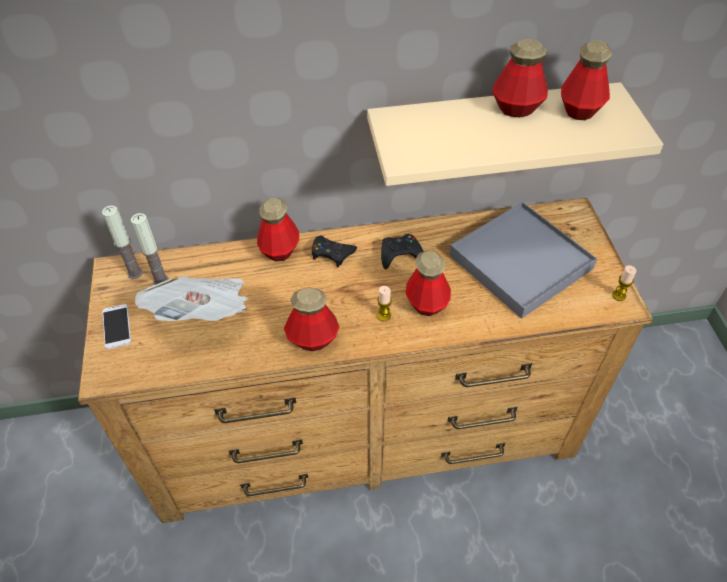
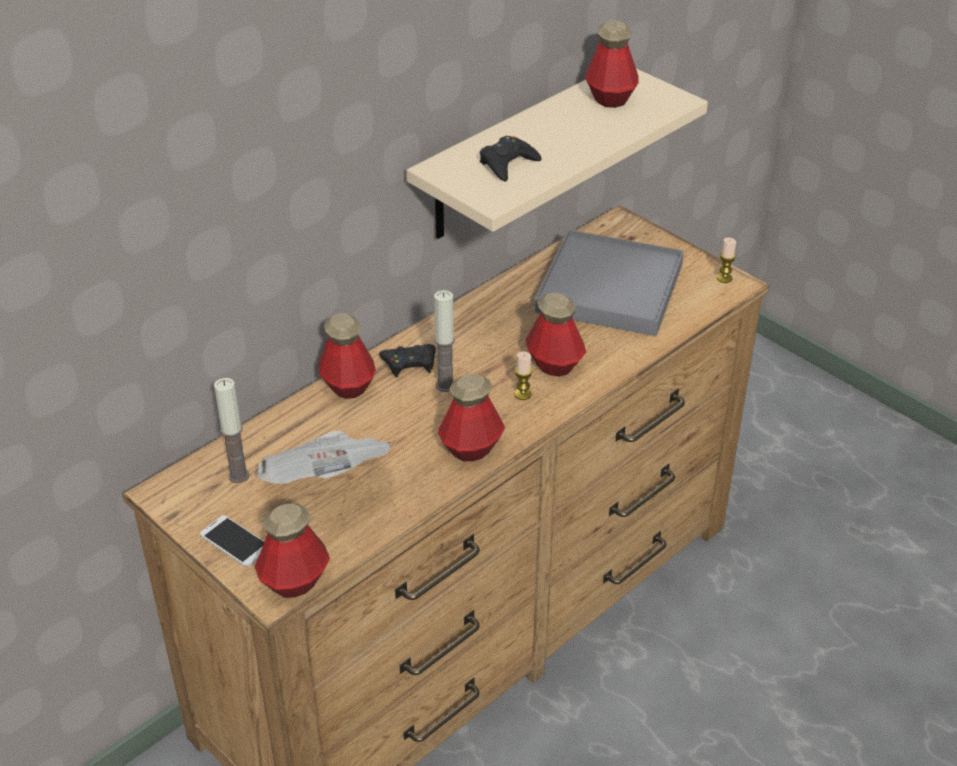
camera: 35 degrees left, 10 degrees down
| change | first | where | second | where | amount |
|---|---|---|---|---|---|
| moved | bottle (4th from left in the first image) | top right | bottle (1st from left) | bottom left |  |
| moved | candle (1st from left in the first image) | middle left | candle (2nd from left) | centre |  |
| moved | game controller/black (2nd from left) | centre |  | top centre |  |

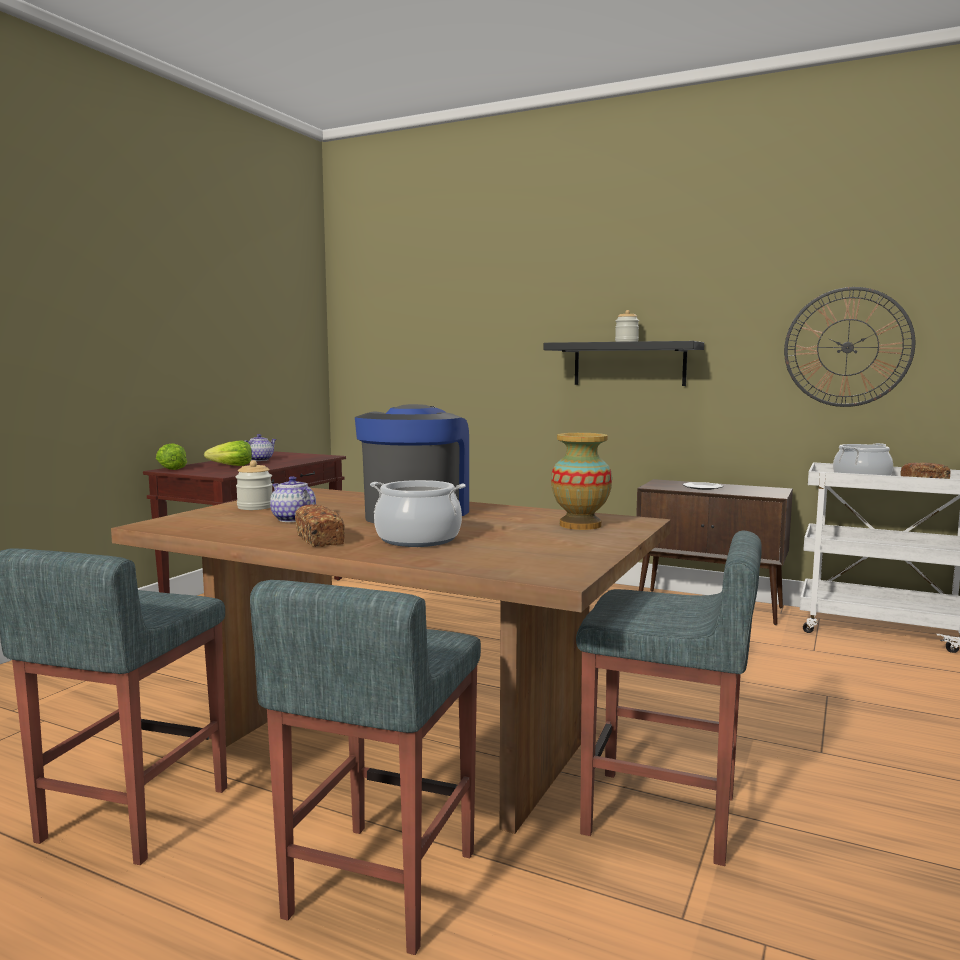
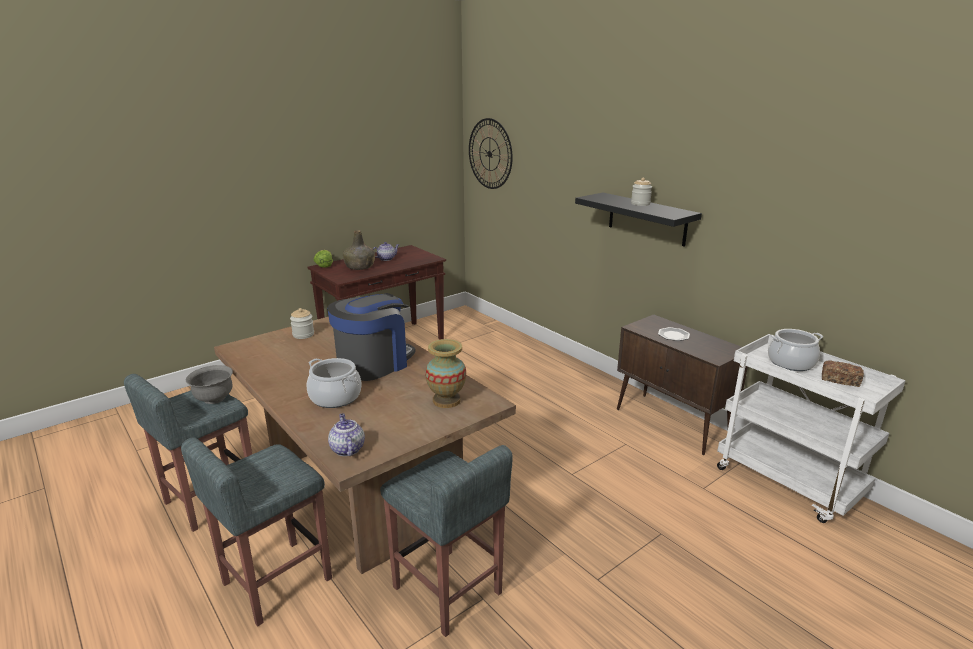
camera: 25 degrees right, 15 degrees up
| change | first | where | second | where | amount |
|---|---|---|---|---|---|
| added |  |  | bowl/grey | middle left |  |
| moved | teapot (2nd from left in the first image) | middle left | teapot (1st from left) | bottom centre |  |
| replaced | lettuce (2nd from left) | middle left | bottle/green | centre |  |
| moved | wall clock | middle right |  | top centre |  |
| removed | bread (1st from left) | centre |  |  |  |

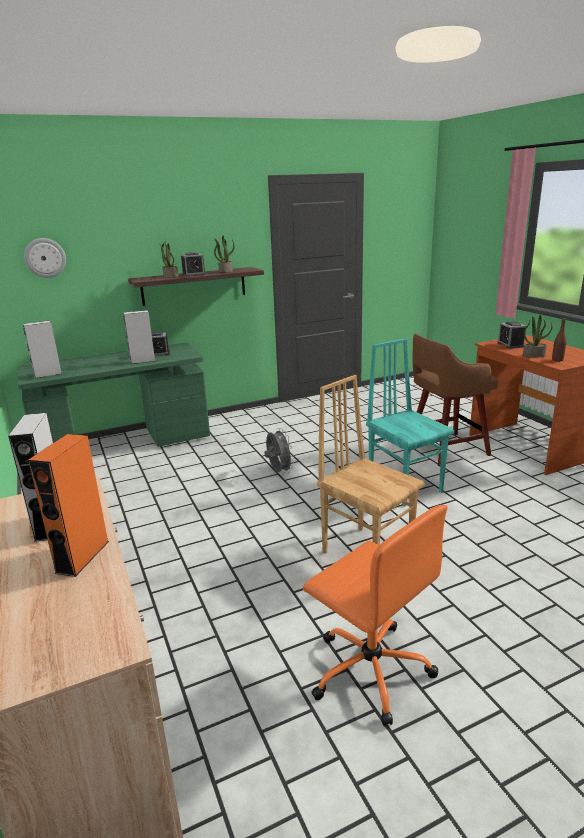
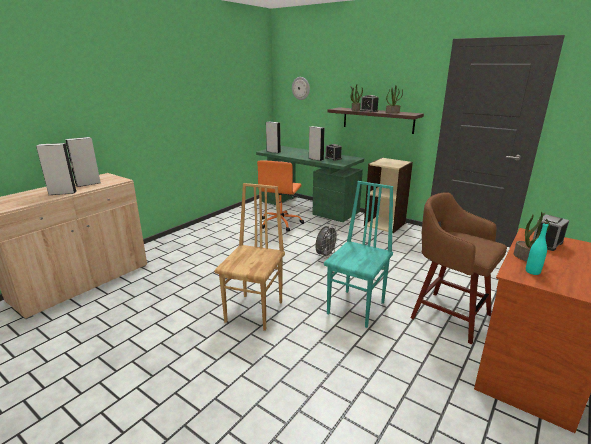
camera: 60 degrees right, 0 degrees up
| change | first | where | second | where | amount |
|---|---|---|---|---|---|
| recoloured | speaker/orange | middle left | speaker/grey (1st from left) | middle left |  |
| moved | office chair/orange | bottom centre |  | centre |  |
| added |  |  | bookcase/beige | centre |  |
| recoloured | bottle/brown | middle right | bottle/turquoise | middle right |  |

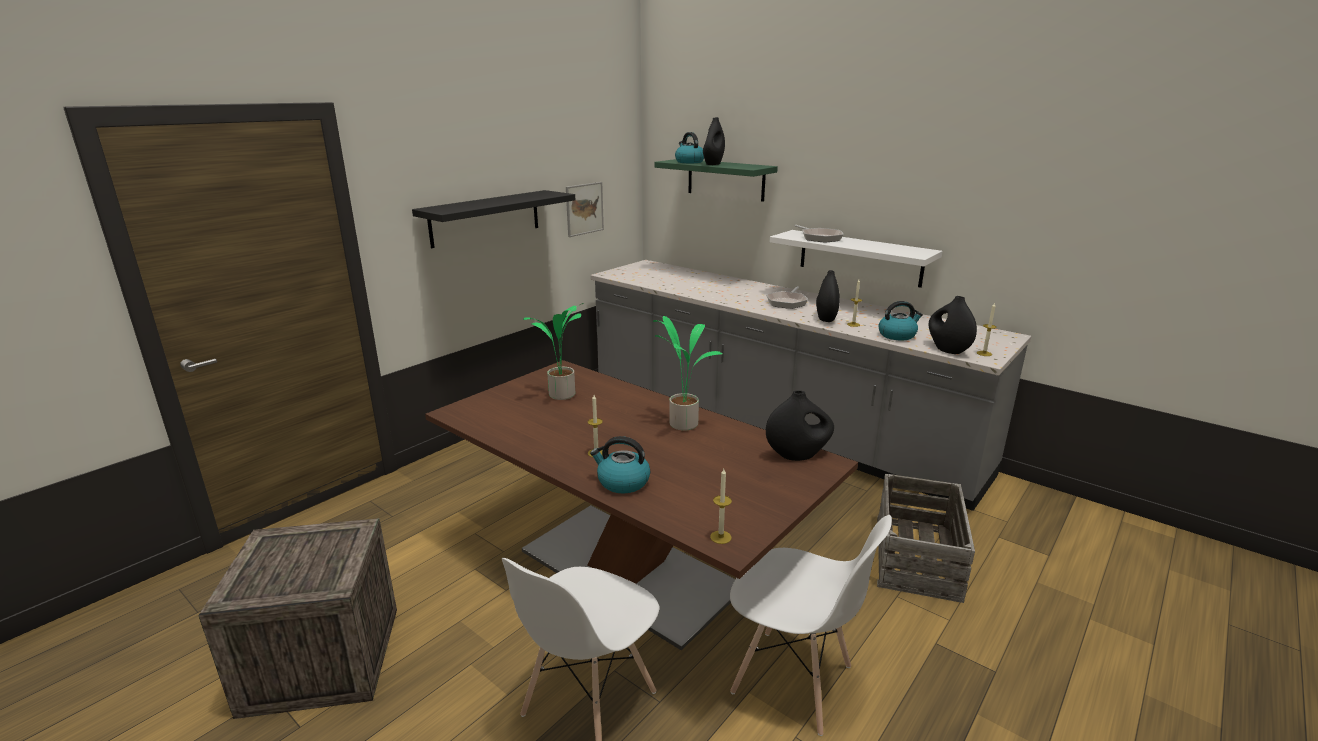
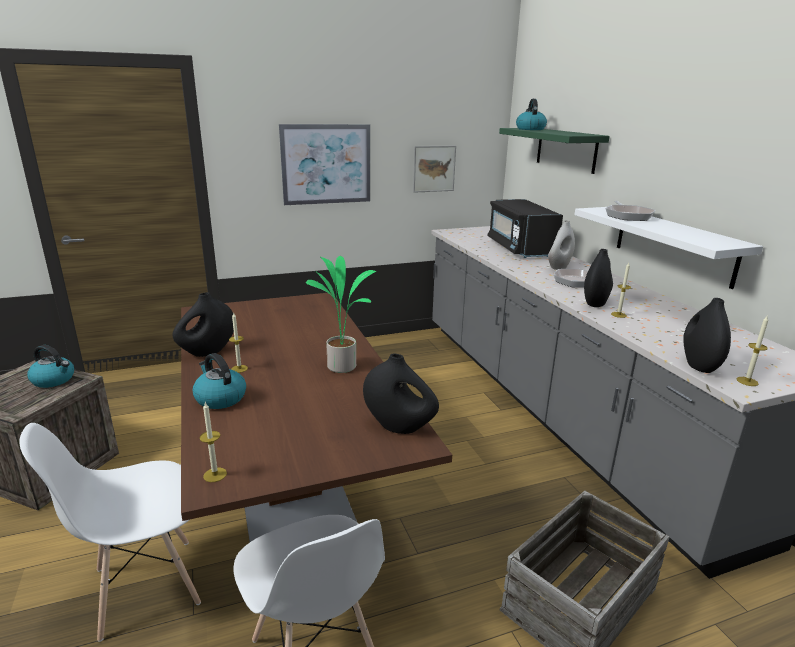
camera: 30 degrees right, 0 degrees up
| change | first | where | second | where | amount |
|---|---|---|---|---|---|
| moved | kettle (3rd from left in the first image) | middle right | kettle (1st from left) | middle left |  |
| moved | vase/black (1st from left) | top centre |  | middle left |  |
| replaced | shelf/black | top centre | picture (1st from left) | top centre |  |
| added |  |  | microwave/black | centre |  |
| added |  |  | vase/white | middle right |  |
| removed | potted plant (1st from left) | centre |  |  |  |

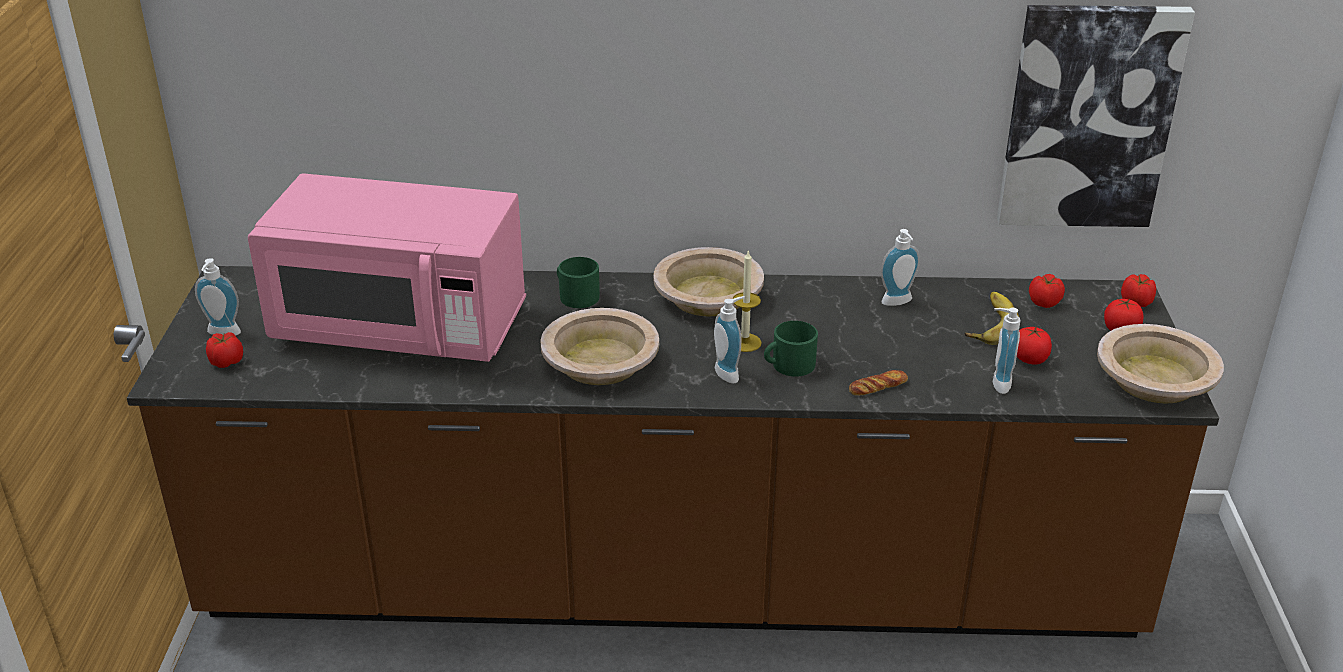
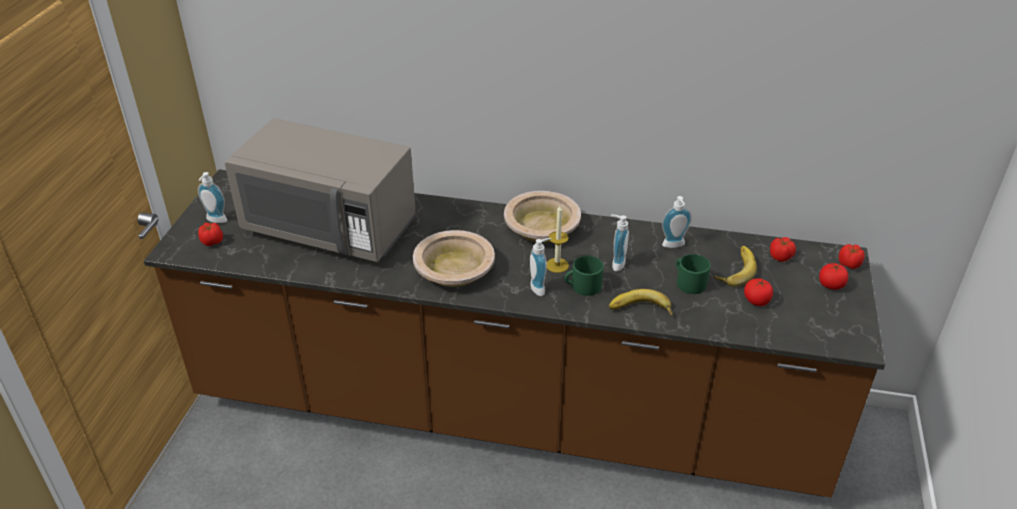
camera: 10 degrees right, 5 degrees up
| change | first | where | second | where | amount |
|---|---|---|---|---|---|
| recoloured | microwave/pink | middle left | microwave/grey | middle left |  |
| replaced | bread | centre | banana (1st from left) | centre |  |
| moved | soap dispenser (4th from left in the first image) | middle right | soap dispenser (3rd from left) | centre |  |
| moved | mug/green (1st from left in the first image) | centre | mug/green (2nd from left) | middle right |  |
| removed | picture | top right |  |  |  |
| removed | bowl/beige (3rd from left) | middle right |  |  |  |

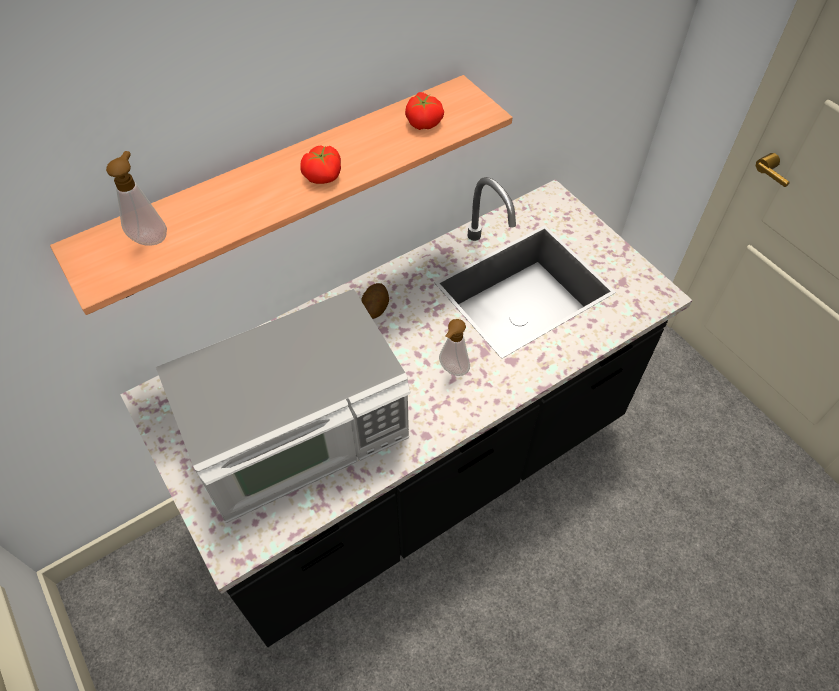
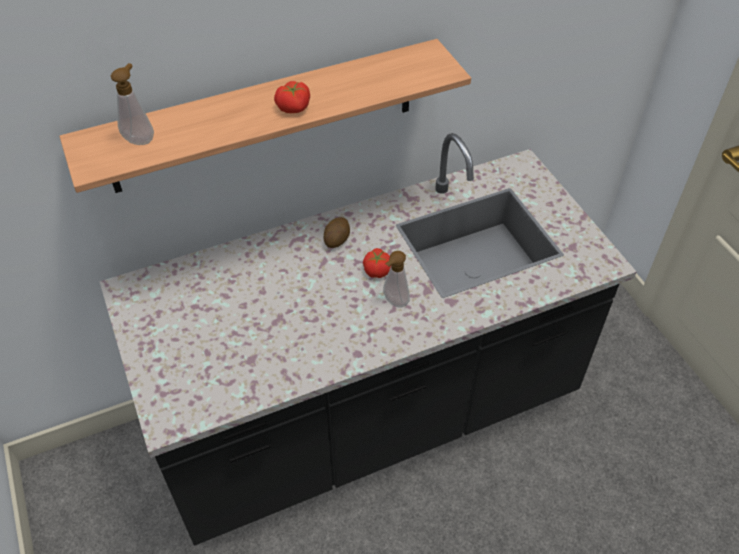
camera: 10 degrees right, 5 degrees down
| change | first | where | second | where | amount |
|---|---|---|---|---|---|
| moved | tomato (2nd from left) | top centre |  | centre |  |
| removed | microwave | centre |  |  |  |

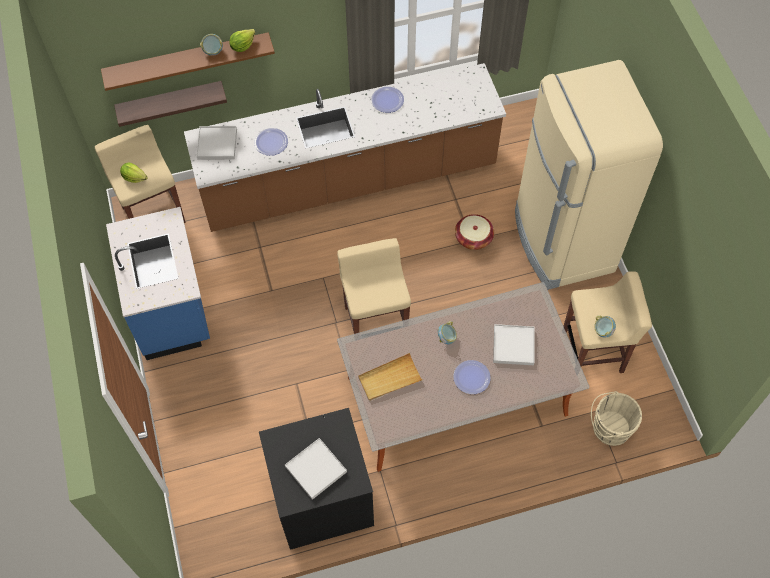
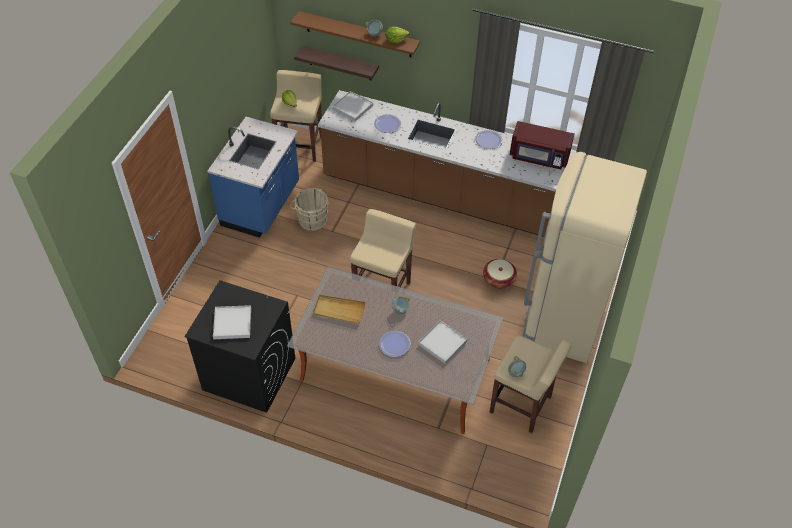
camera: 35 degrees right, 10 degrees down
| change | first | where | second | where | amount |
|---|---|---|---|---|---|
| moved | bucket/beige | bottom right |  | centre |  |
| added |  |  | microwave/red | top right |  |

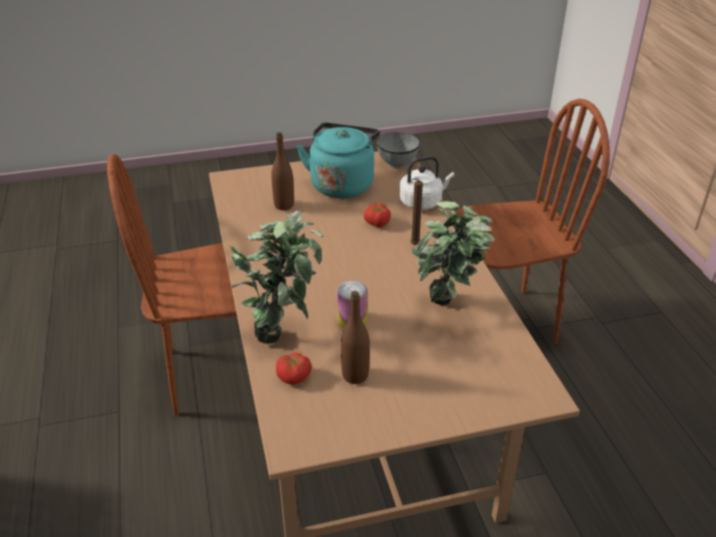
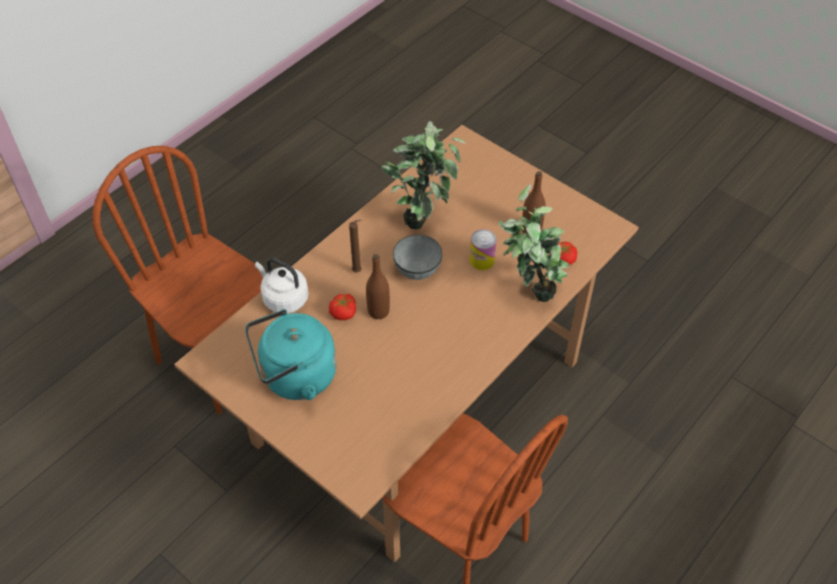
camera: 125 degrees left, 15 degrees up
| change | first | where | second | where | amount |
|---|---|---|---|---|---|
| moved | bottle/brown (1st from left) | top centre |  | centre |  |
| moved | bowl/grey | top centre |  | centre |  |

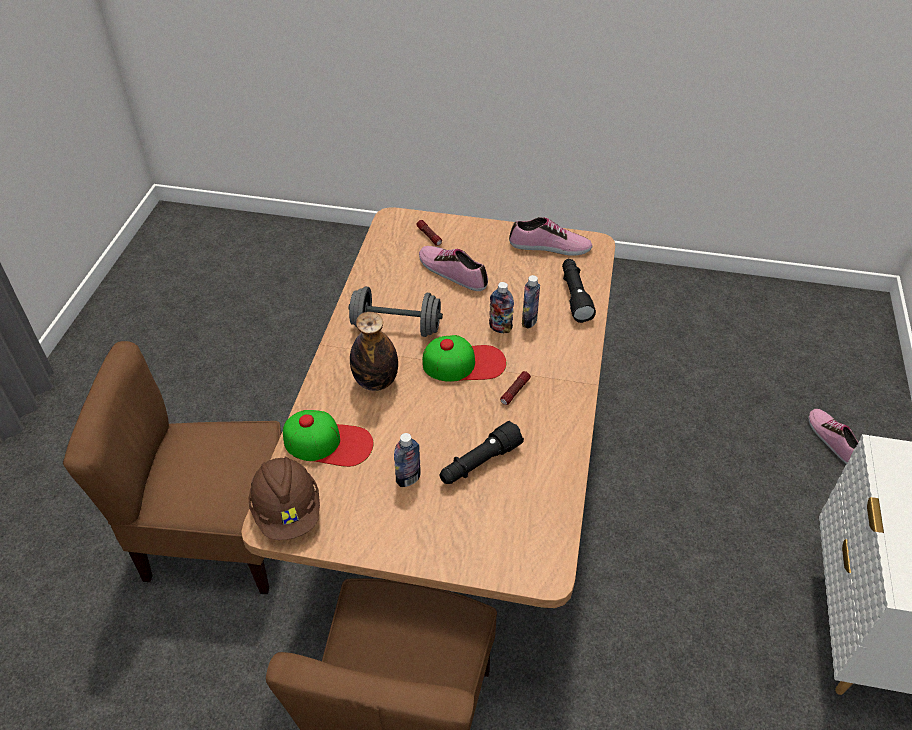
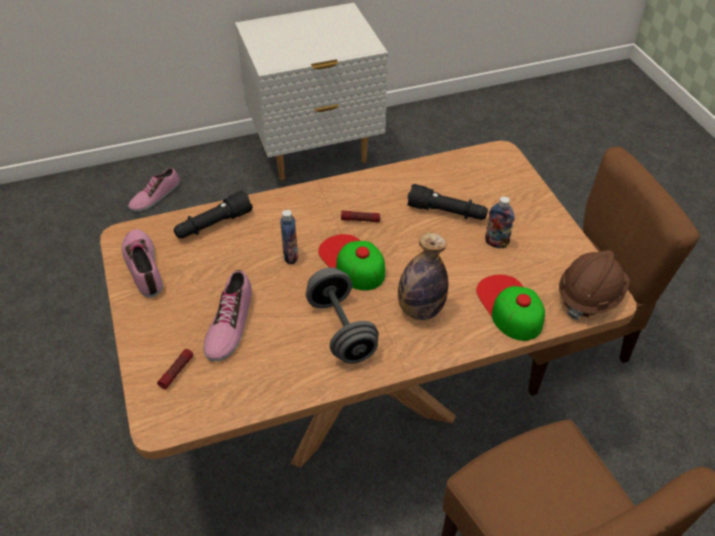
camera: 120 degrees left, 0 degrees up
| change | first | where | second | where | amount |
|---|---|---|---|---|---|
| removed | bottle (4th from left) | centre |  |  |  |

